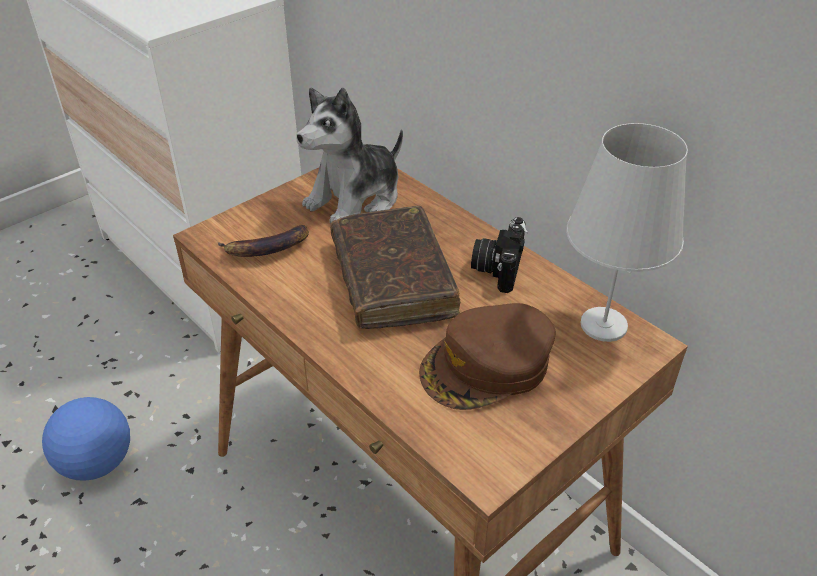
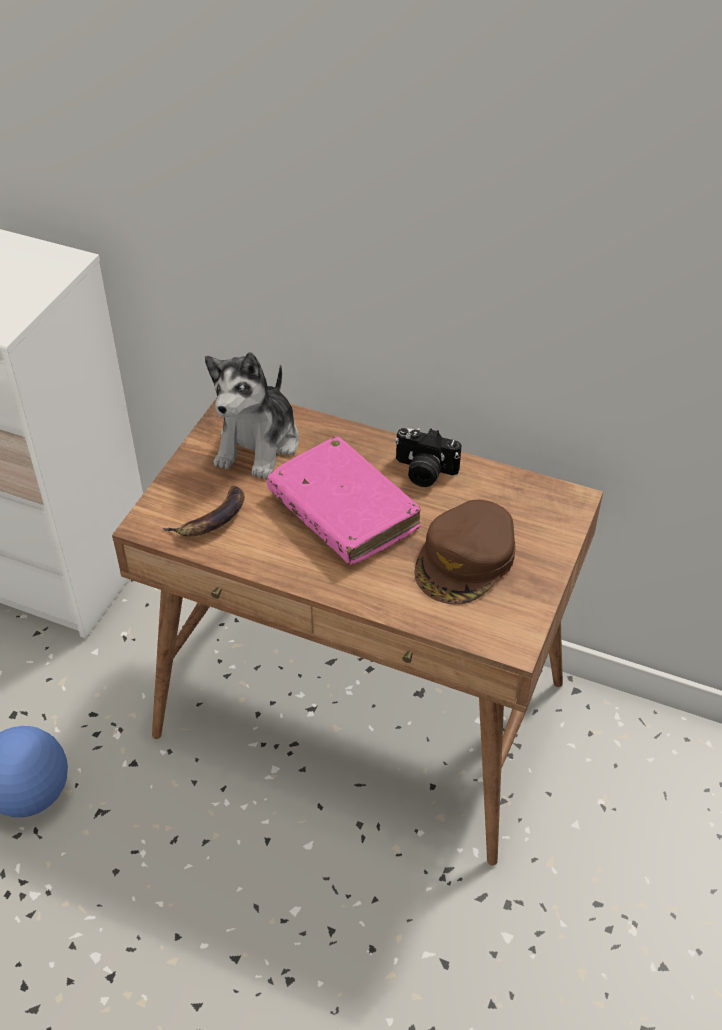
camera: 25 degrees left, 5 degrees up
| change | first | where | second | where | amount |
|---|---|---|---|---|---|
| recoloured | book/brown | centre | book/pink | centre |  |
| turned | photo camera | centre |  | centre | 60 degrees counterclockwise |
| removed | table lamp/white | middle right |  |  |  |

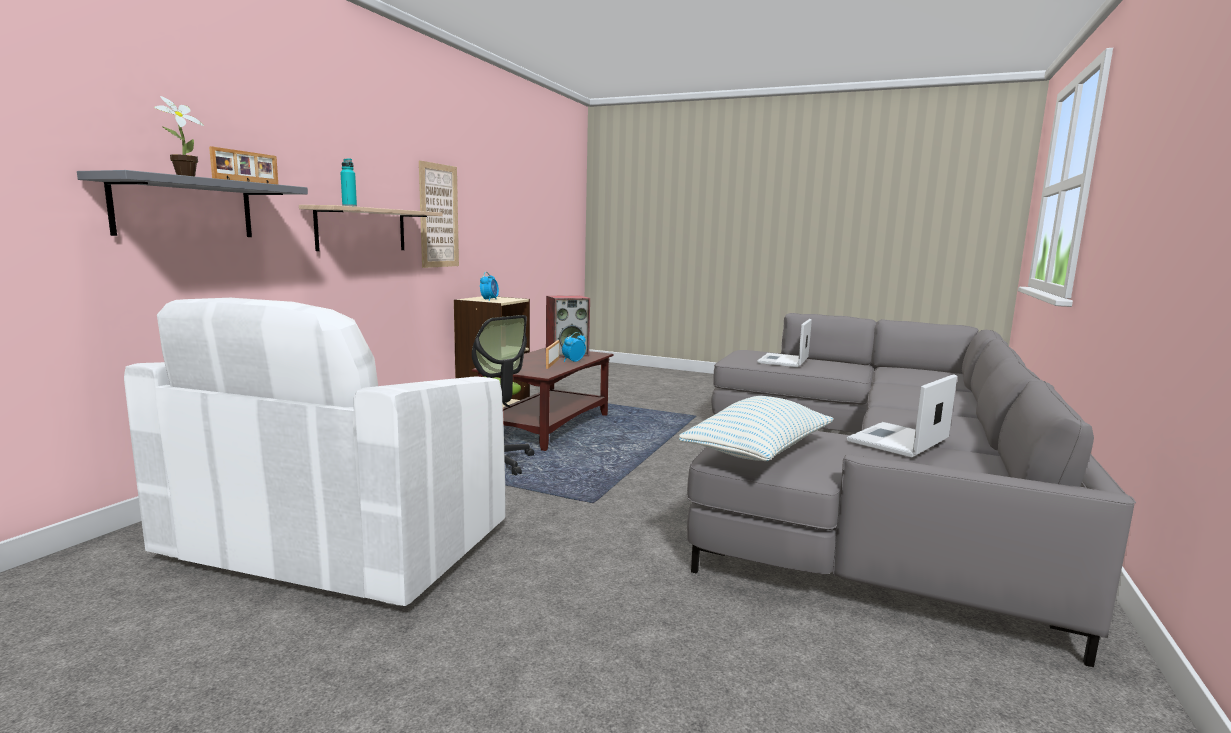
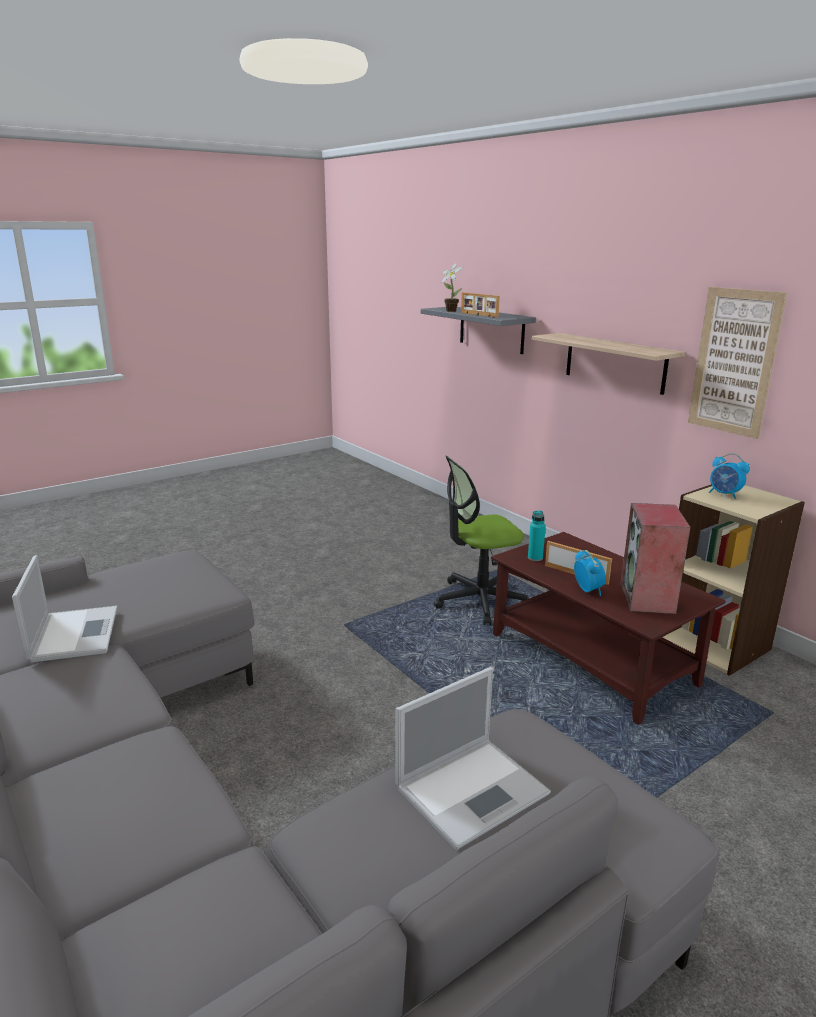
camera: 120 degrees right, 10 degrees up
| change | first | where | second | where | amount |
|---|---|---|---|---|---|
| turned | laptop (1st from left in the first image) | centre | laptop (2nd from left) | bottom centre | 90 degrees clockwise |
| moved | bottle/turquoise | top left |  | centre |  |
| removed | armchair/white | middle left |  |  |  |
| removed | pillow | centre |  |  |  |

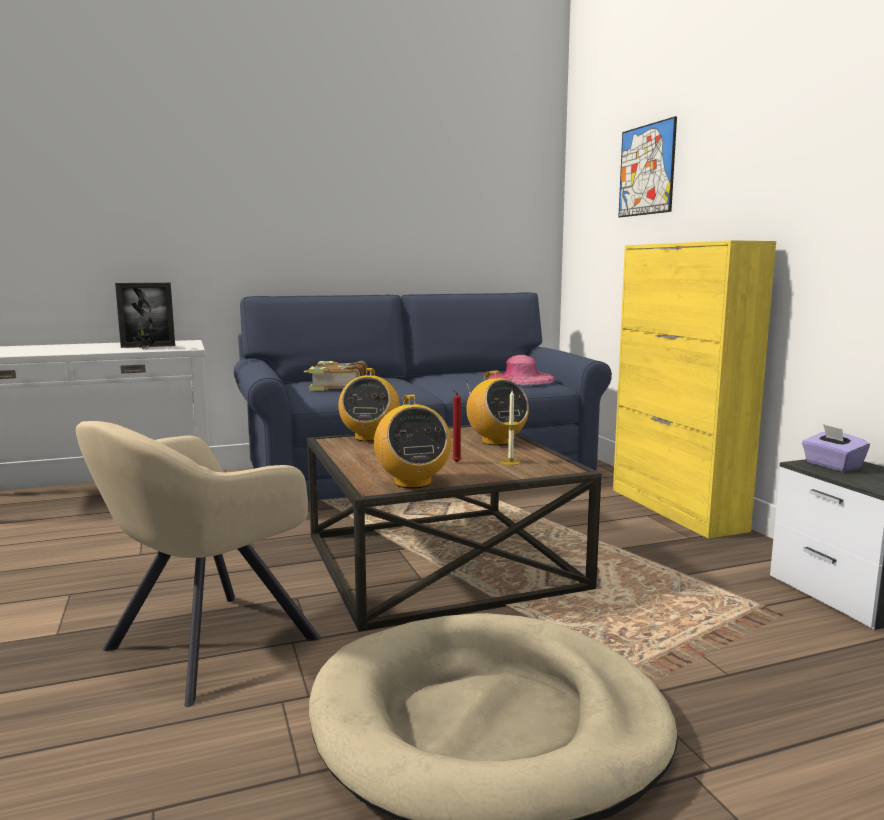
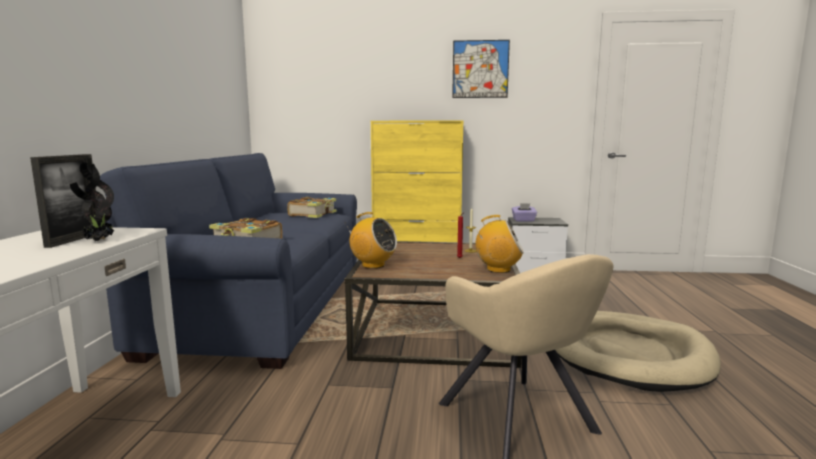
camera: 65 degrees left, 0 degrees up
| change | first | where | second | where | amount |
|---|---|---|---|---|---|
| replaced | hat/pink | centre | book (2nd from left) | centre |  |
| moved | picture | top right |  | top centre |  |
| removed | radio (3rd from left) | centre |  |  |  |

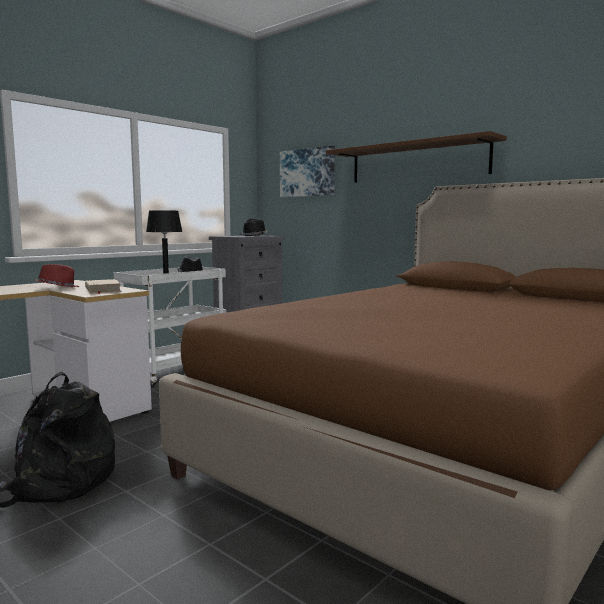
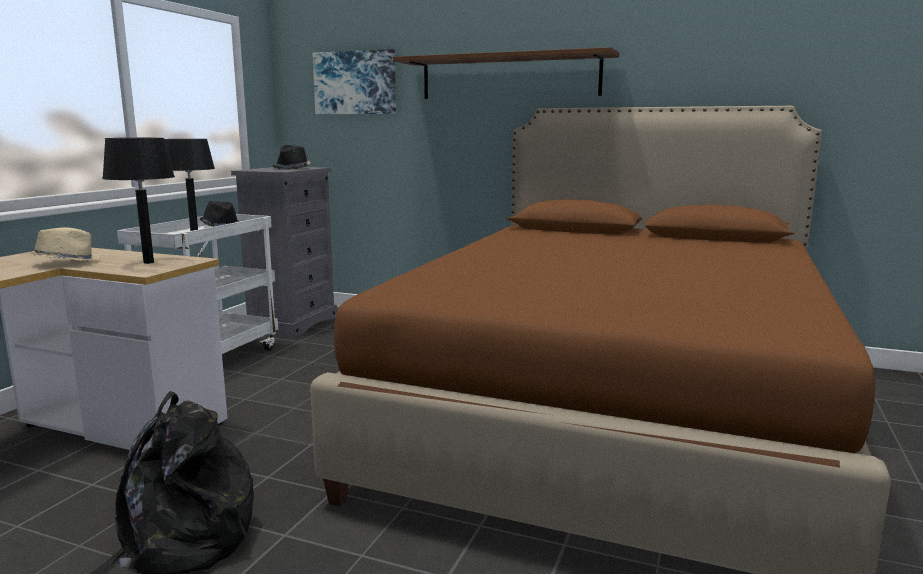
camera: 20 degrees left, 5 degrees up
| change | first | where | second | where | amount |
|---|---|---|---|---|---|
| recoloured | hat/red | middle left | hat/beige | middle left |  |
| replaced | book/beige | middle left | table lamp/black (1st from left) | middle left |  |

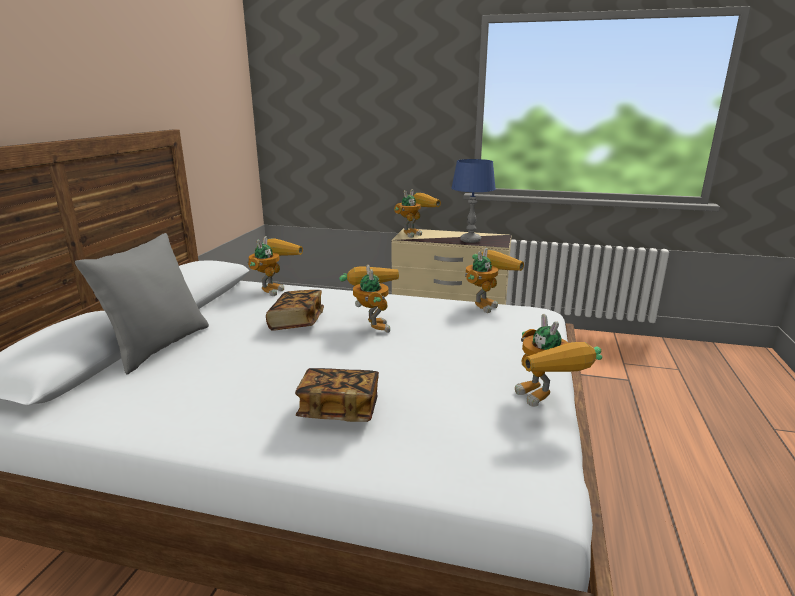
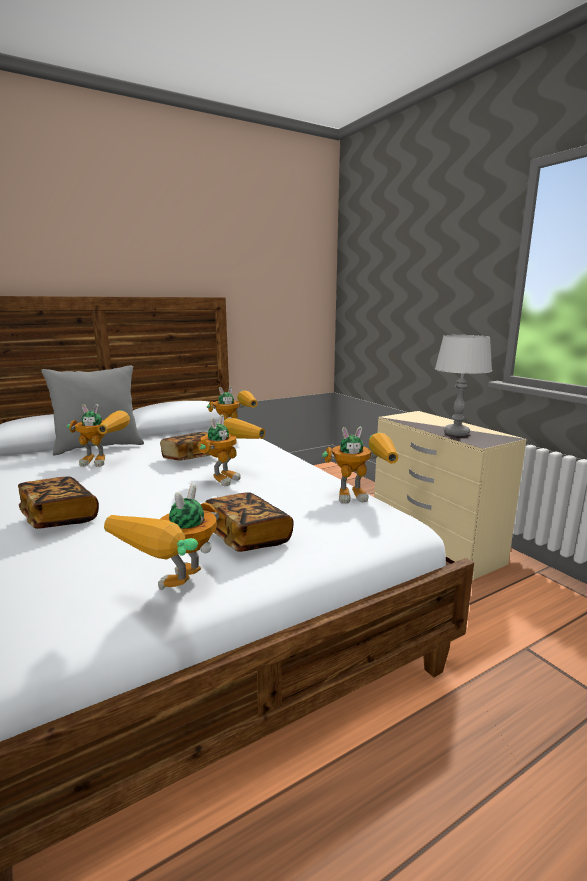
camera: 45 degrees right, 5 degrees down
| change | first | where | second | where | amount |
|---|---|---|---|---|---|
| moved | toy robot (3rd from left in the first image) | centre | toy robot (1st from left) | middle left |  |
| added |  |  | book (3rd from left) | centre |  |
| recoloured | table lamp/blue | centre | table lamp/grey | middle right |  |

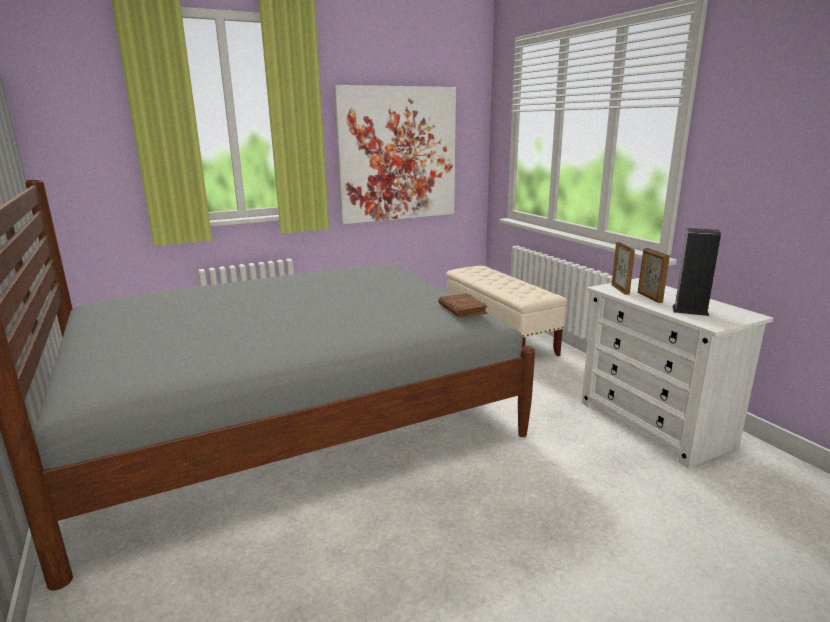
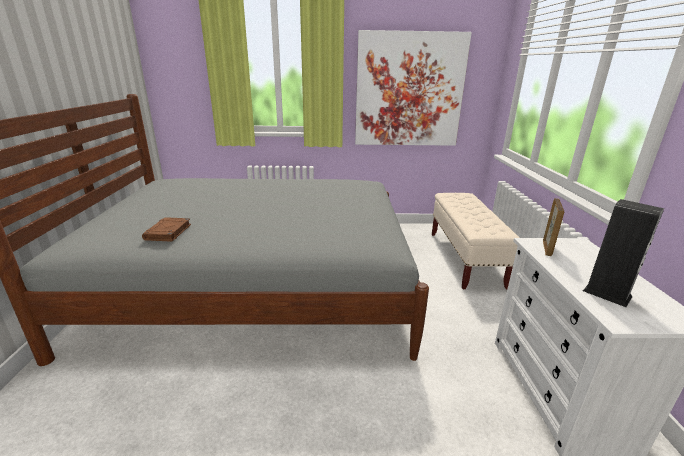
camera: 25 degrees right, 5 degrees up
| change | first | where | second | where | amount |
|---|---|---|---|---|---|
| moved | book/brown | centre |  | middle left |  |
| removed | picture frame (2nd from left) | middle right |  |  |  |

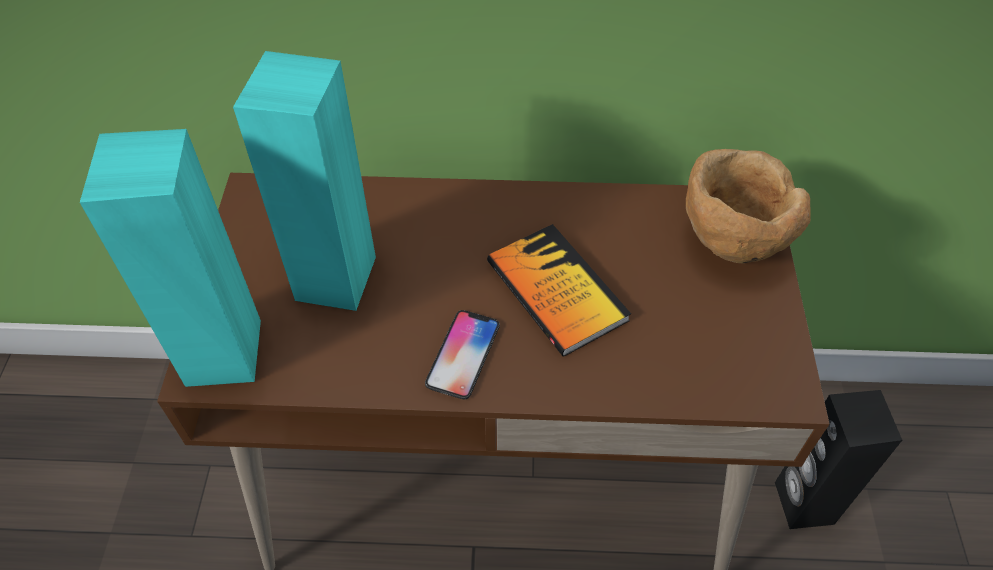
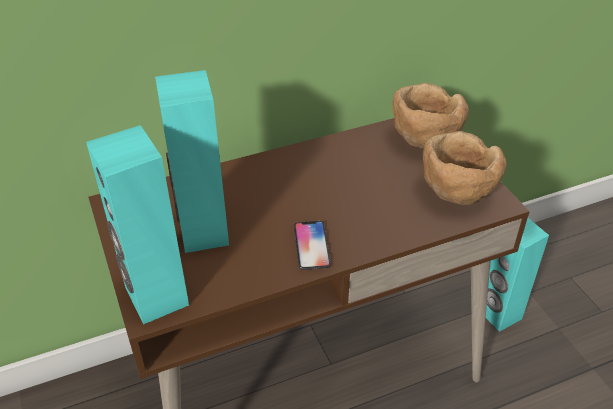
camera: 25 degrees left, 10 degrees down
| change | first | where | second | where | amount |
|---|---|---|---|---|---|
| added |  |  | bowl/brown (2nd from left) | middle right |  |
| recoloured | speaker/black | bottom right | speaker/turquoise (3rd from left) | bottom right |  |
| removed | book | centre |  |  |  |

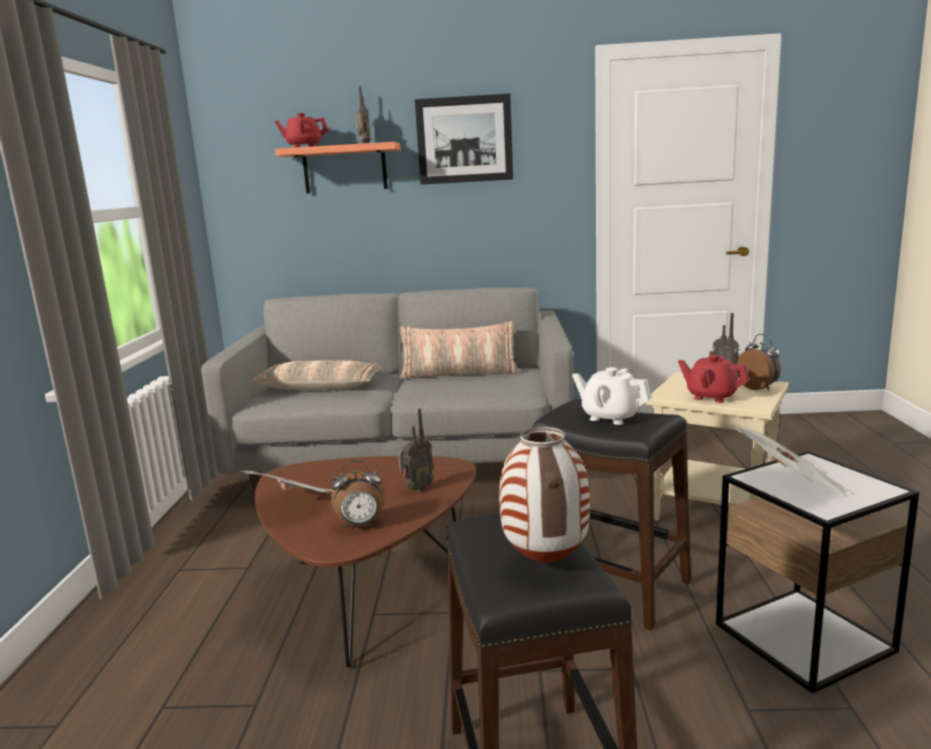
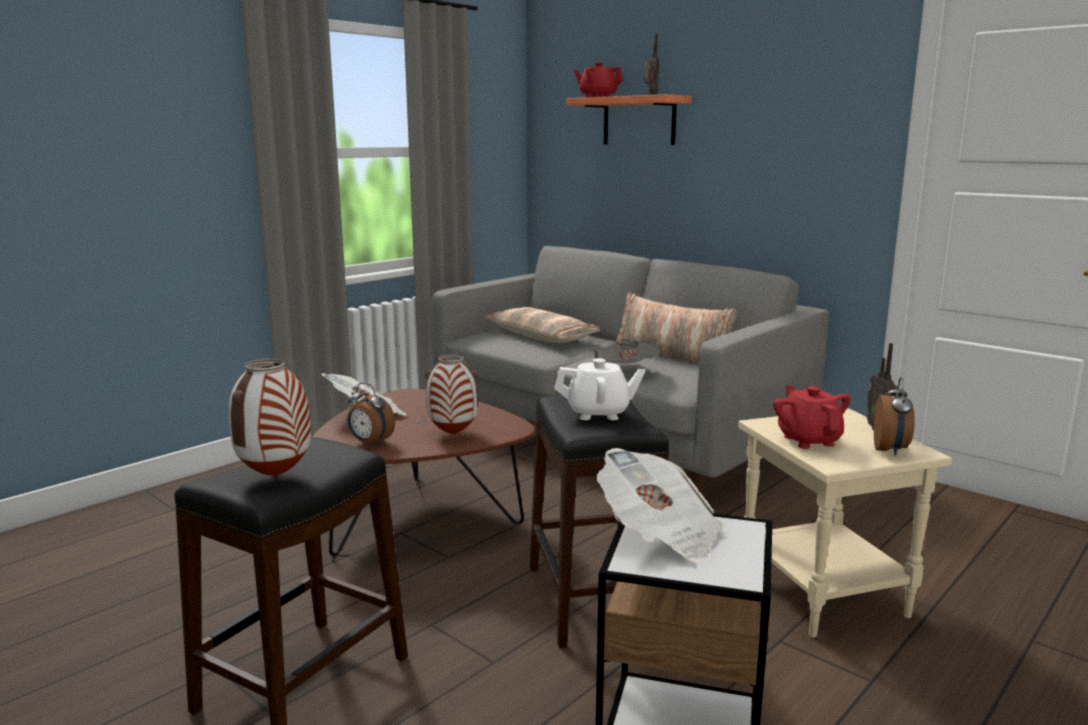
camera: 40 degrees right, 0 degrees up
| change | first | where | second | where | amount |
|---|---|---|---|---|---|
| replaced | radio (2nd from left) | centre | vase (2nd from left) | centre |  |
| turned | teapot/white | centre |  | centre | 105 degrees clockwise |
| added |  |  | newspaper (2nd from left) | centre |  |
| removed | picture | top centre |  |  |  |

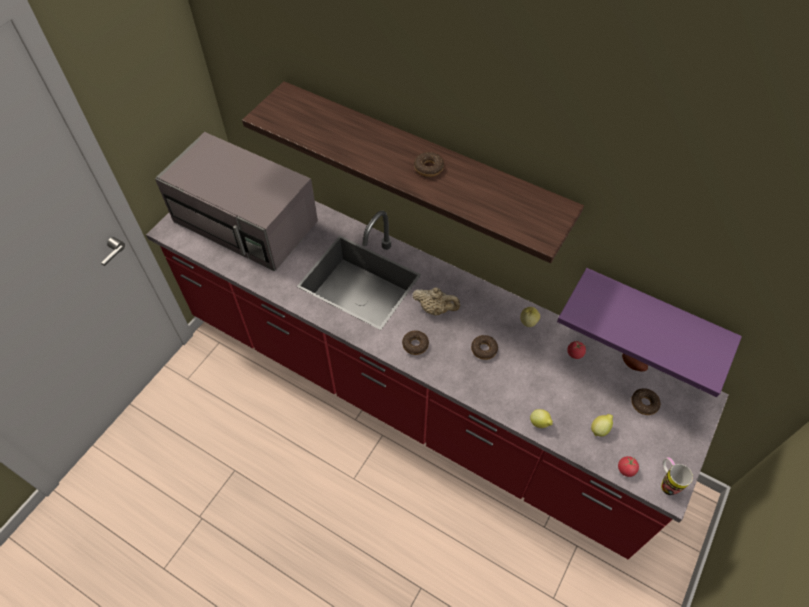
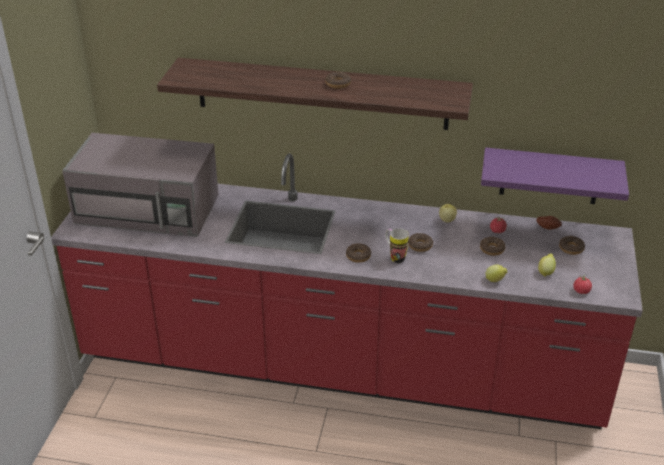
camera: 20 degrees left, 20 degrees down
| change | first | where | second | where | amount |
|---|---|---|---|---|---|
| moved | mug | bottom right |  | centre |  |
| added |  |  | donut (4th from left) | middle right |  |
| removed | teapot/beige | centre |  |  |  |

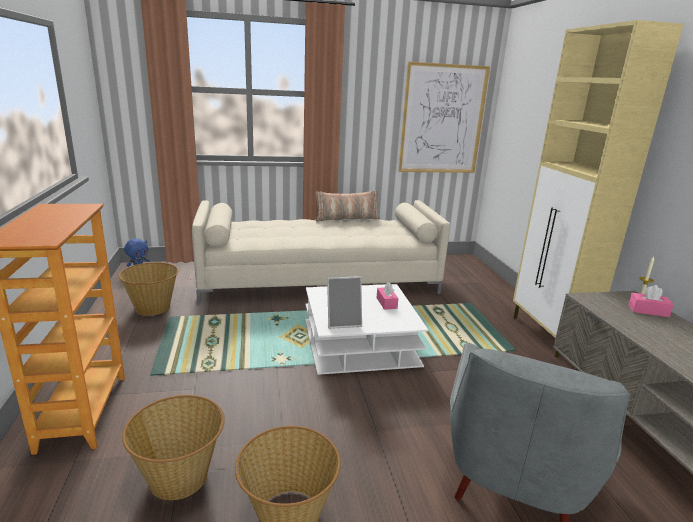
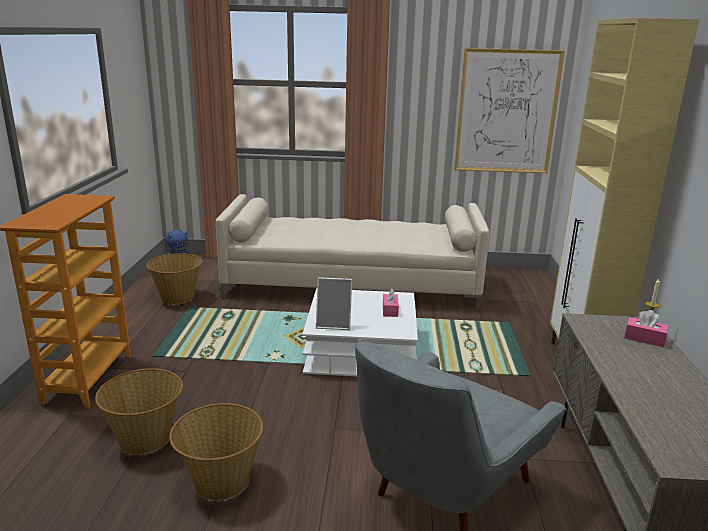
camera: 15 degrees right, 0 degrees up
| change | first | where | second | where | amount |
|---|---|---|---|---|---|
| removed | pillow | centre |  |  |  |

